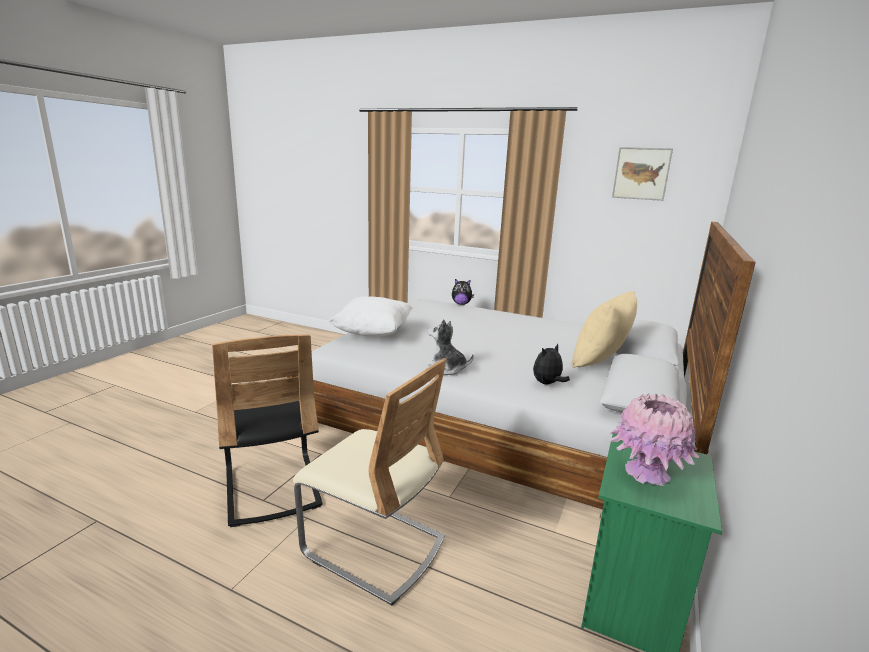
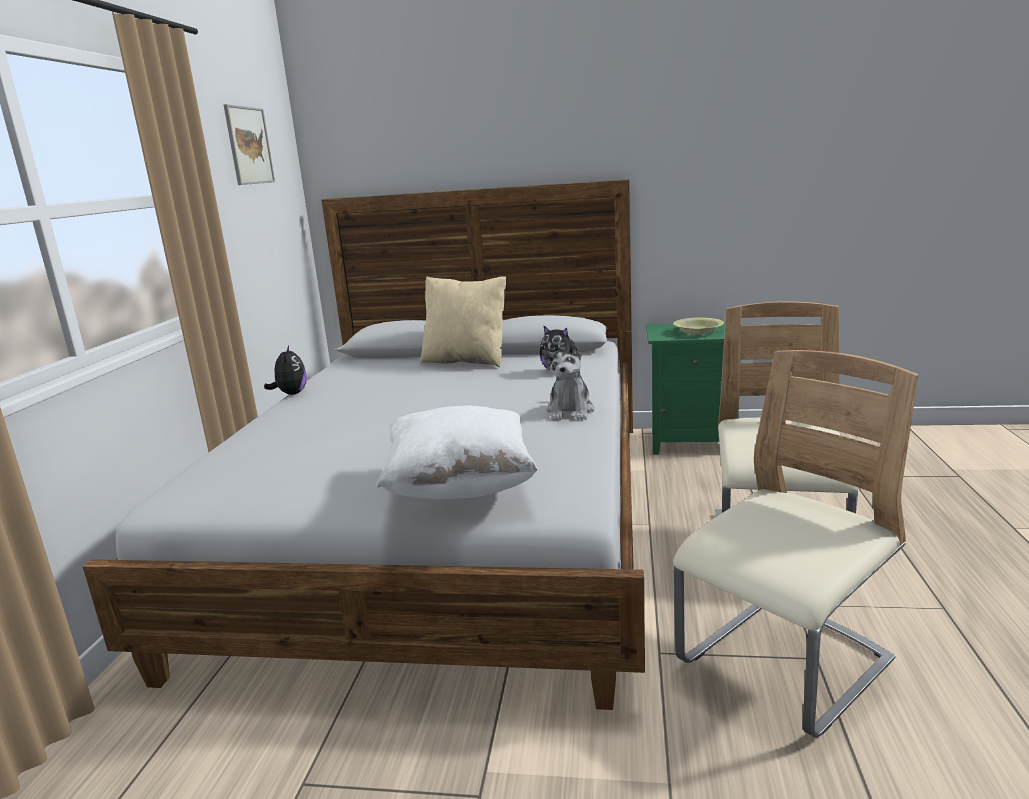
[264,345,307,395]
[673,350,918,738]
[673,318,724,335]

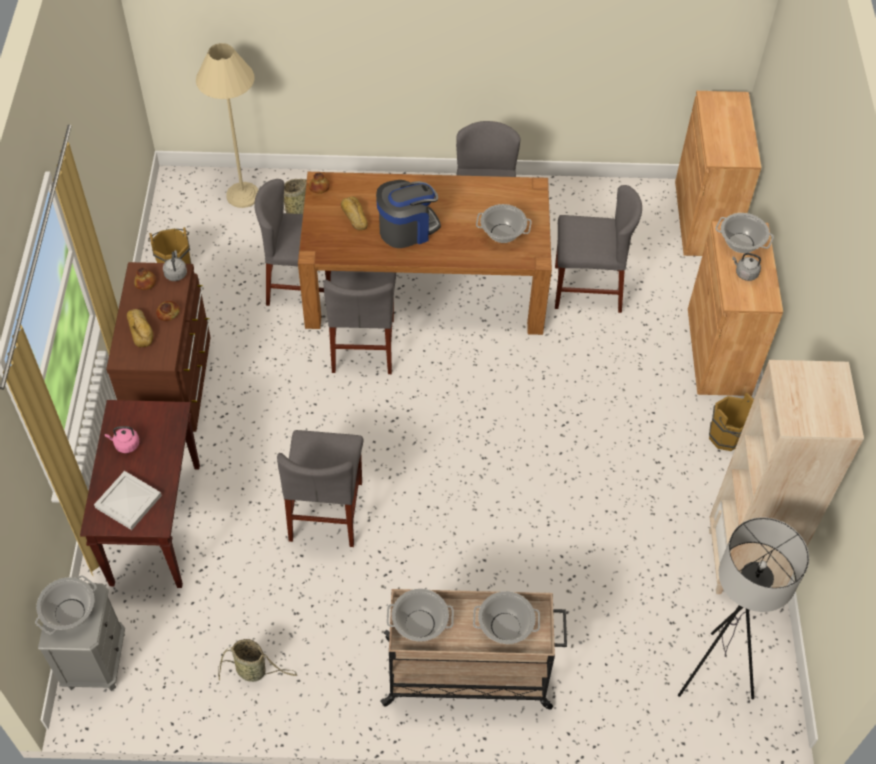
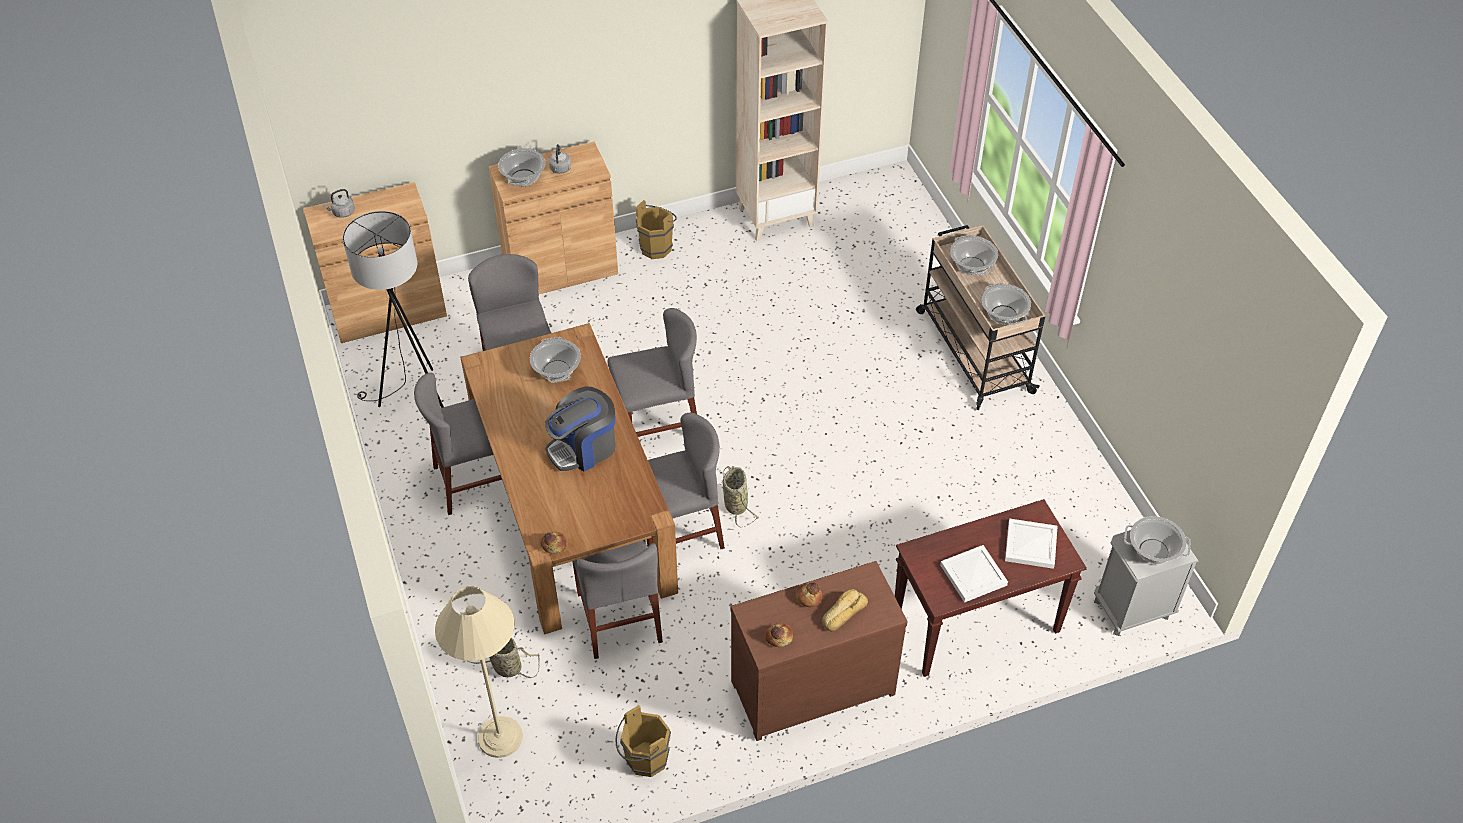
[545,387,616,471]
[341,196,368,230] (first image)
[323,189,355,218]
[940,545,1008,603]
[608,308,697,437]
[343,211,444,408]
[722,466,759,528]

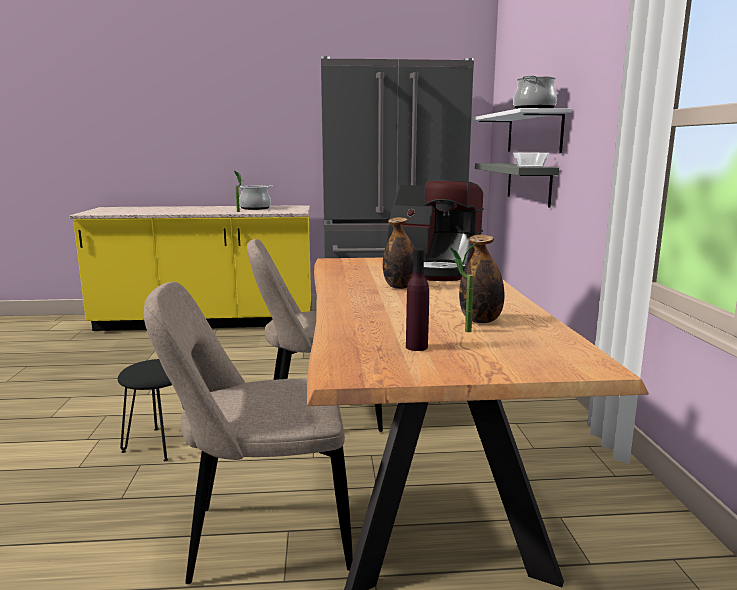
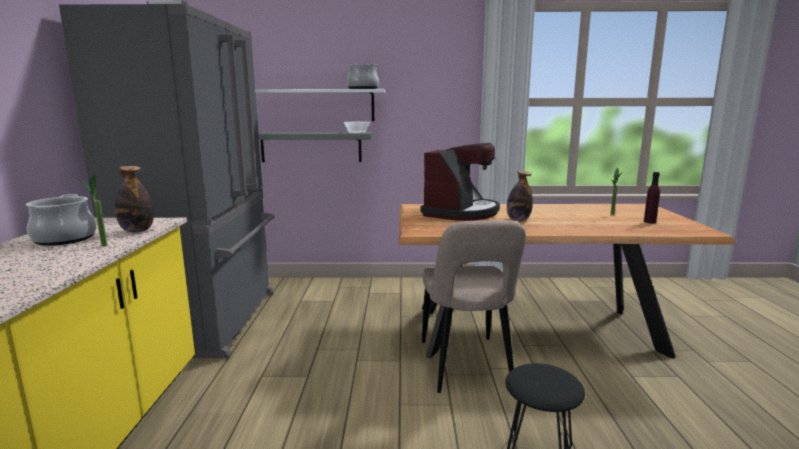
[115,166,154,233]
[144,282,353,584] (first image)

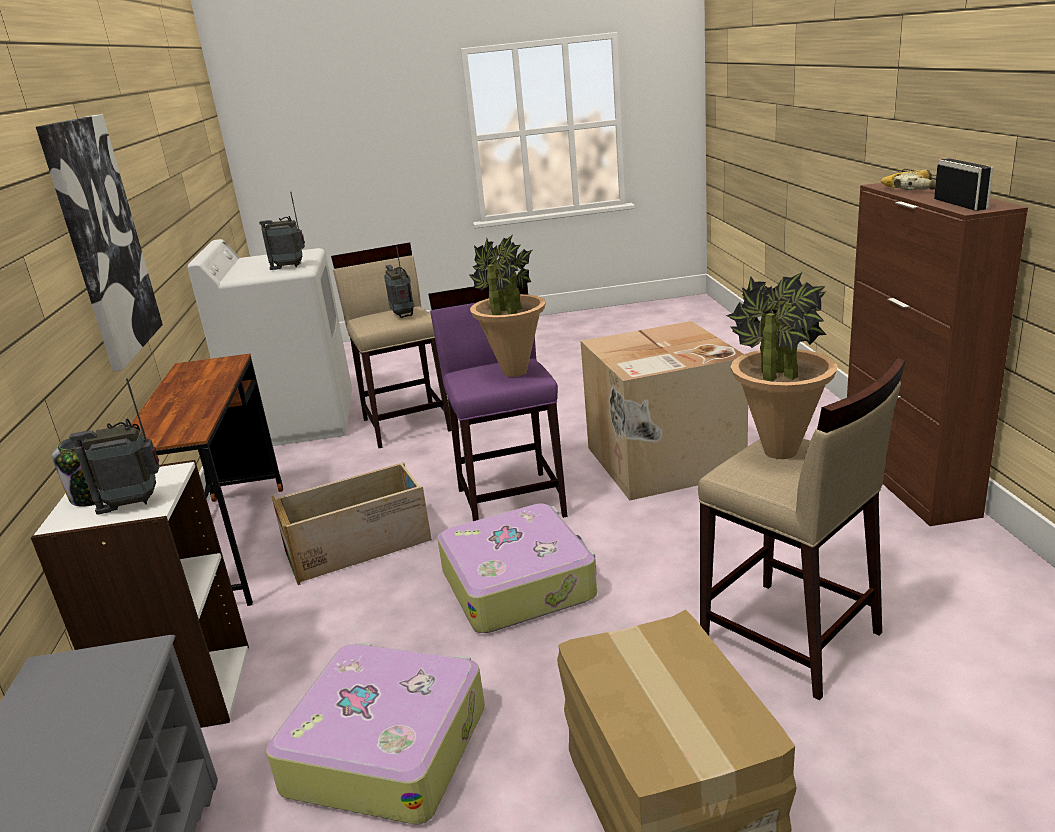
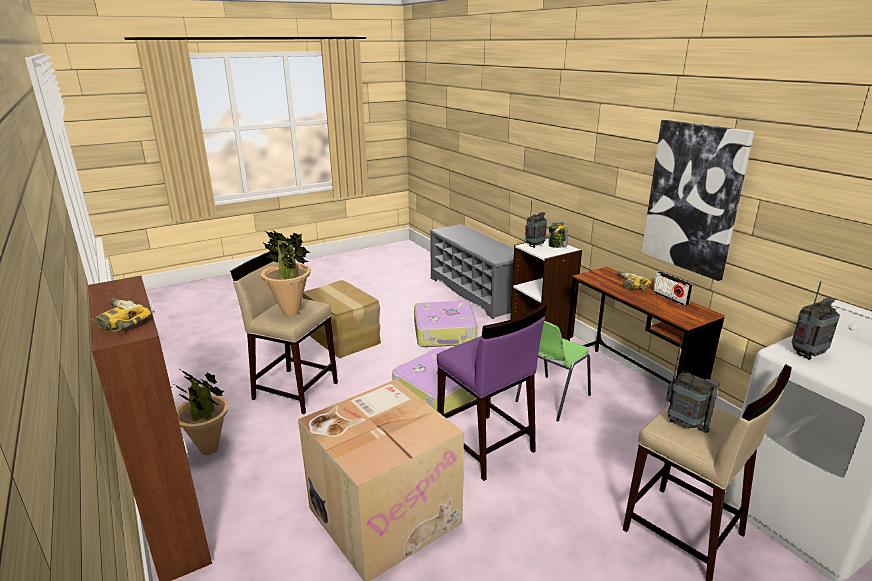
[653,271,693,306]
[172,370,229,455]
[515,321,591,421]
[614,271,652,291]

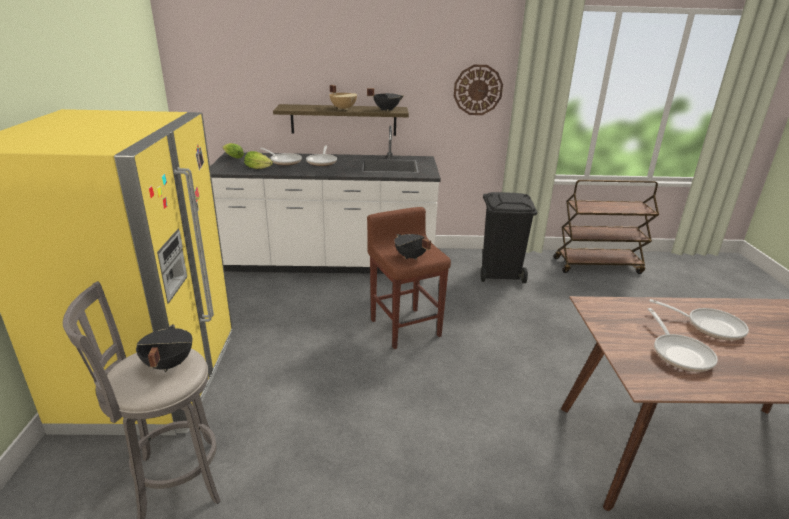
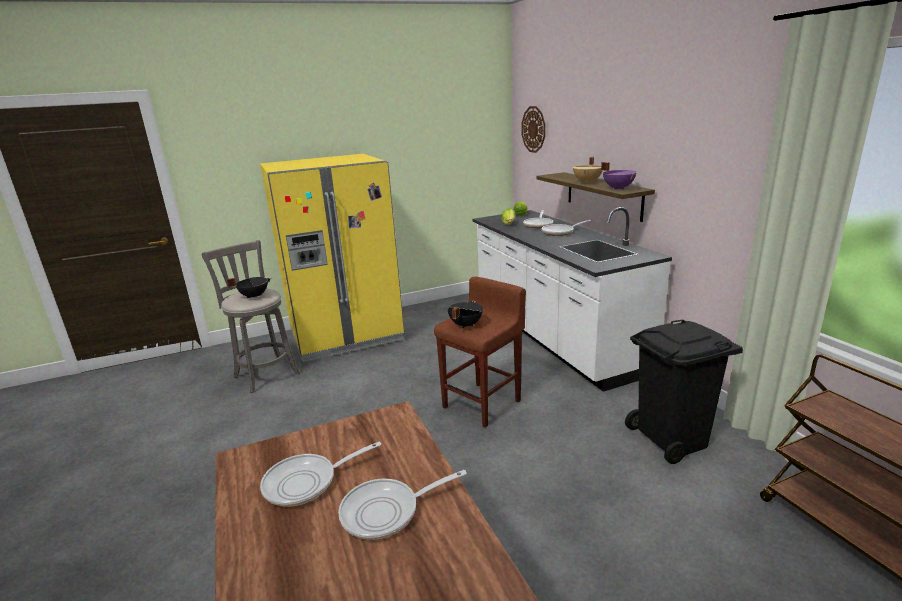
[522,106,545,153]
[601,162,637,190]
[338,470,467,540]

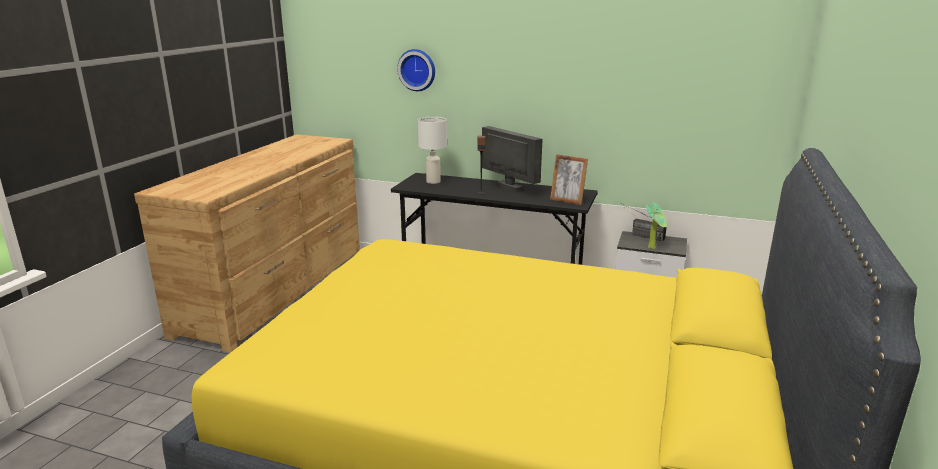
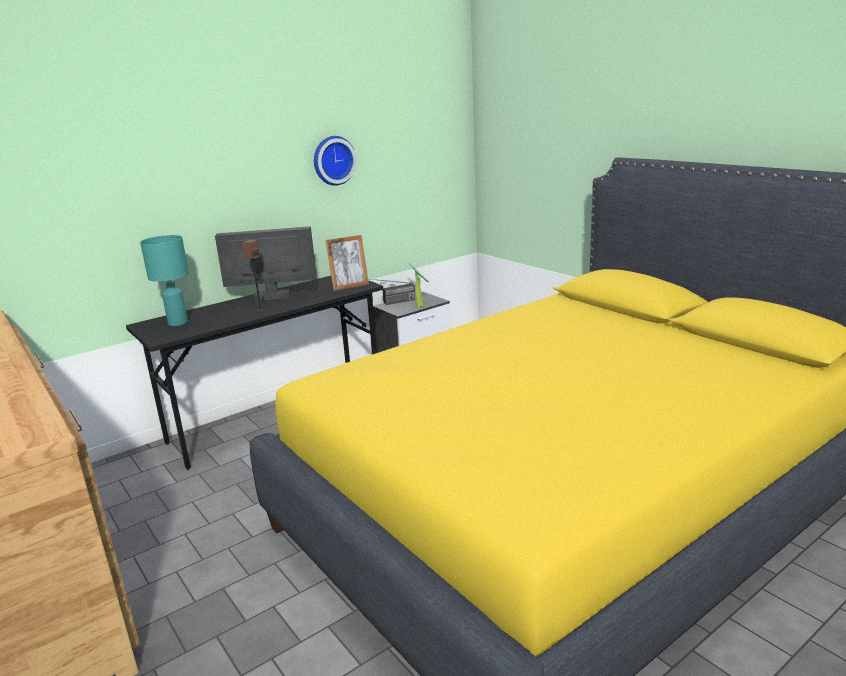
[314,136,357,186]
[140,235,189,326]

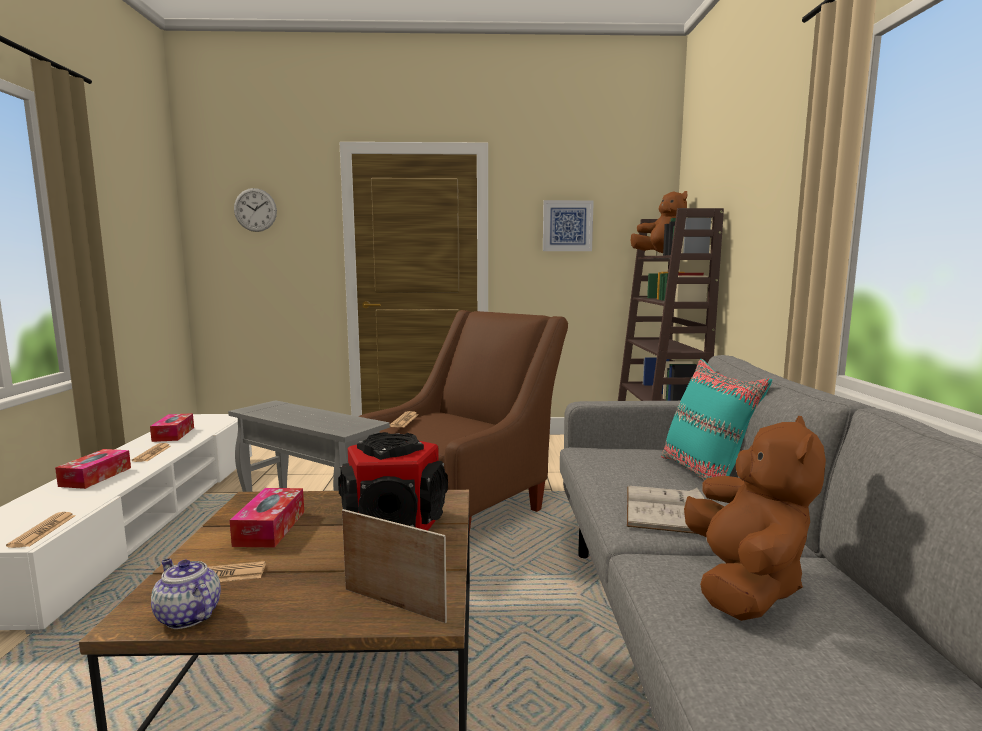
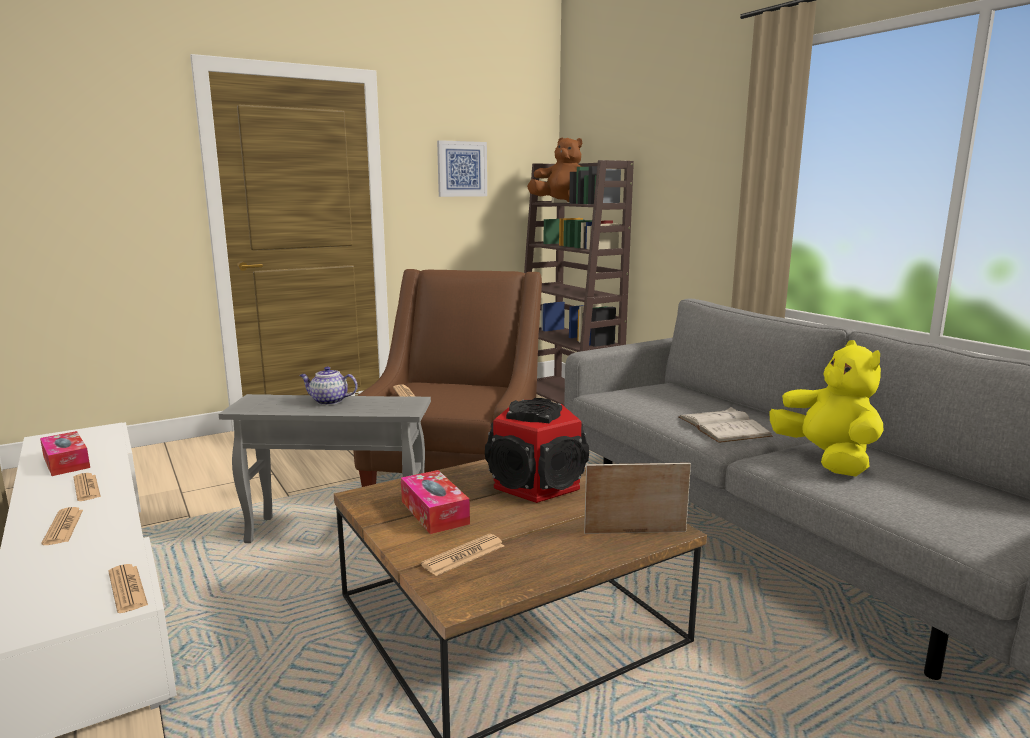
[234,188,277,232] (first image)
[661,359,772,481] (first image)
[770,340,884,477]
[41,507,83,545]
[299,366,358,405]

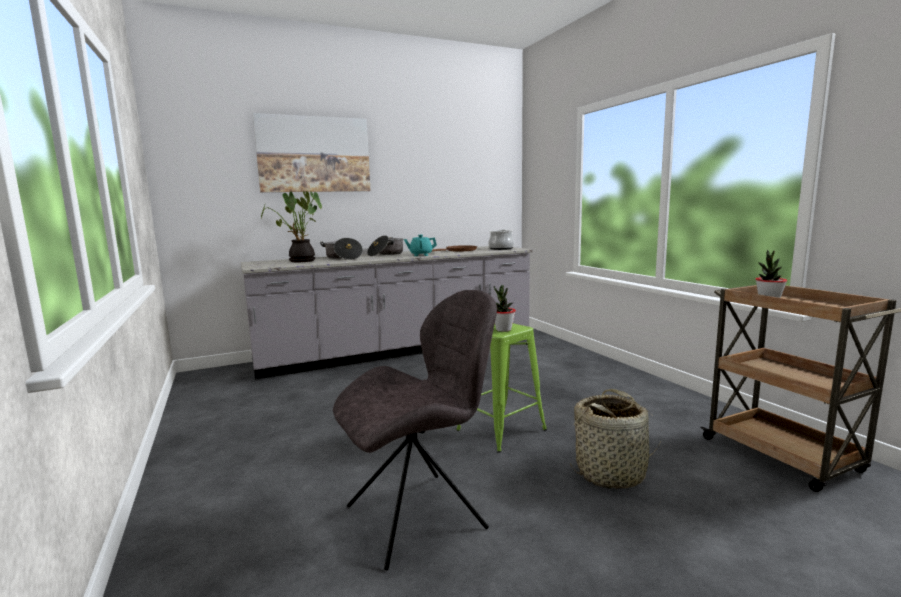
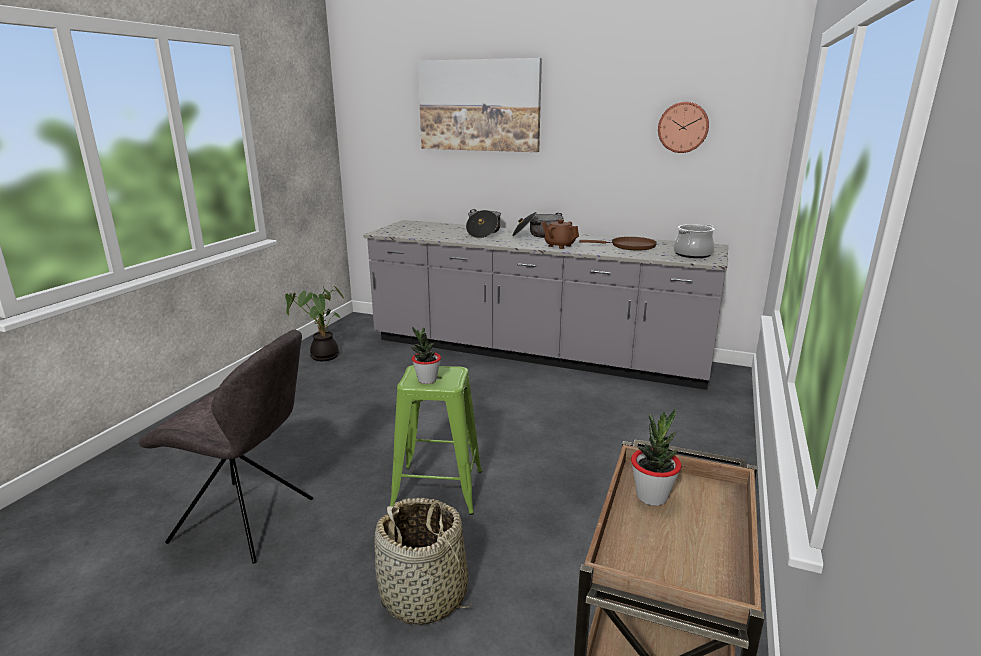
[285,286,344,361]
[542,219,579,249]
[658,102,709,153]

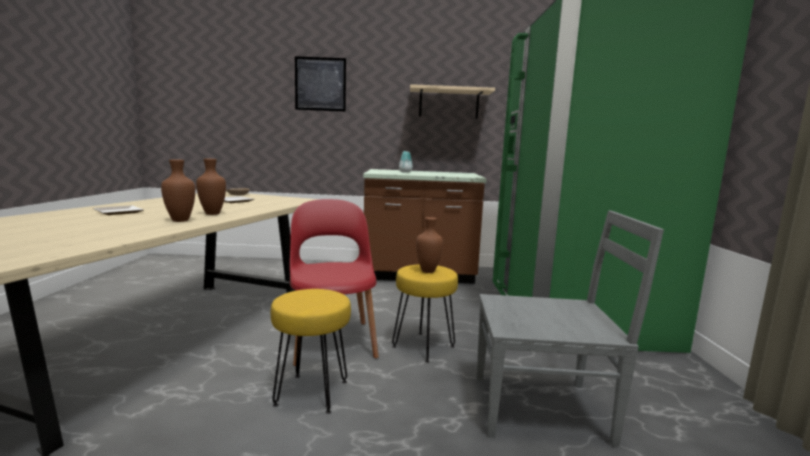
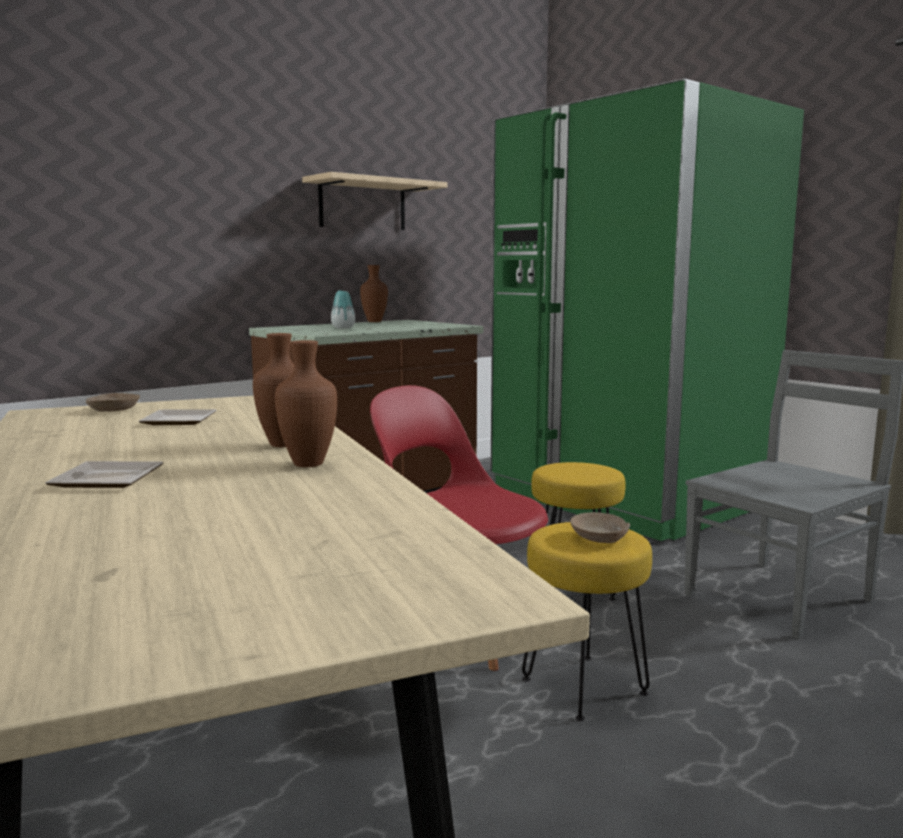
[295,56,346,112] (first image)
[360,265,388,322]
[570,512,630,543]

